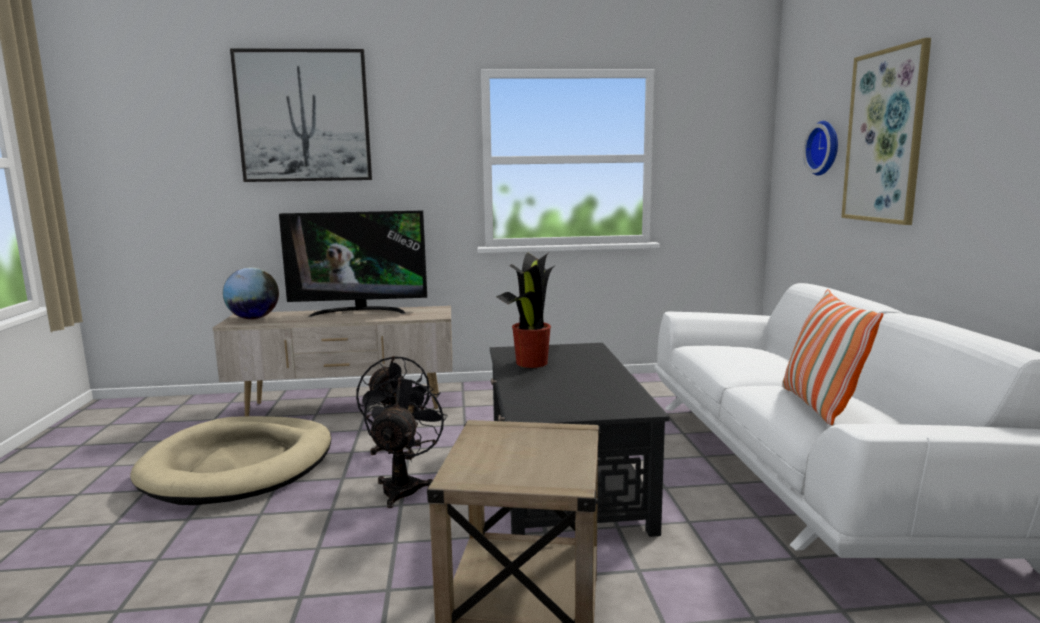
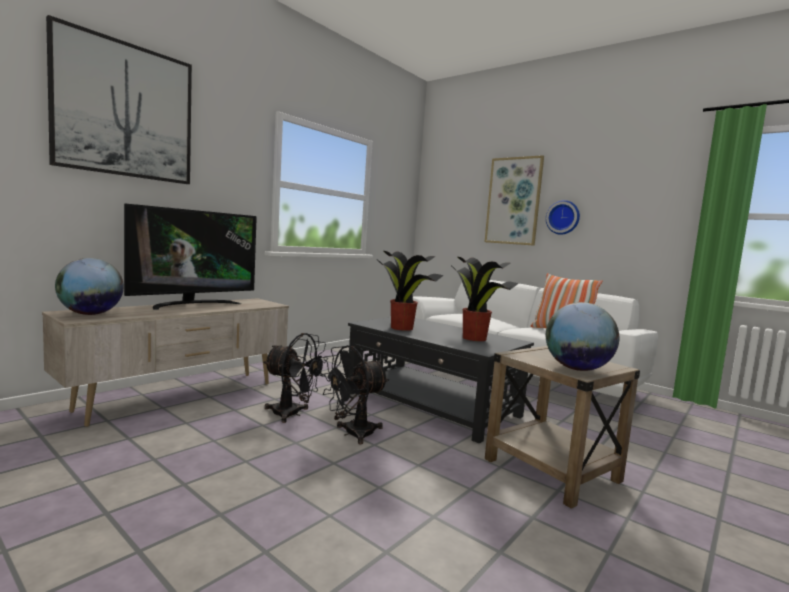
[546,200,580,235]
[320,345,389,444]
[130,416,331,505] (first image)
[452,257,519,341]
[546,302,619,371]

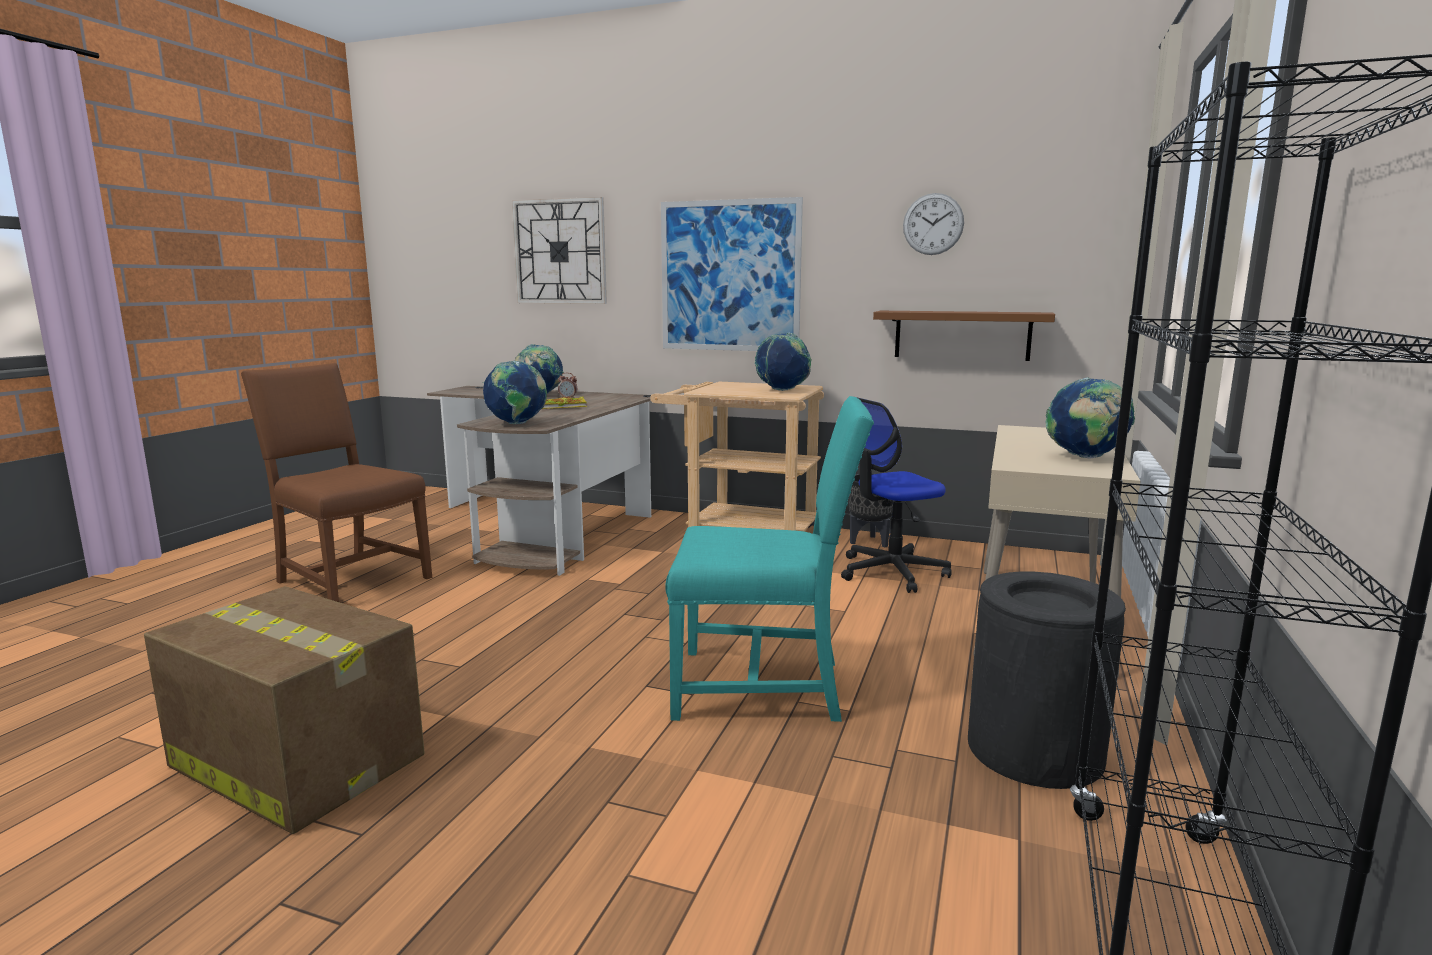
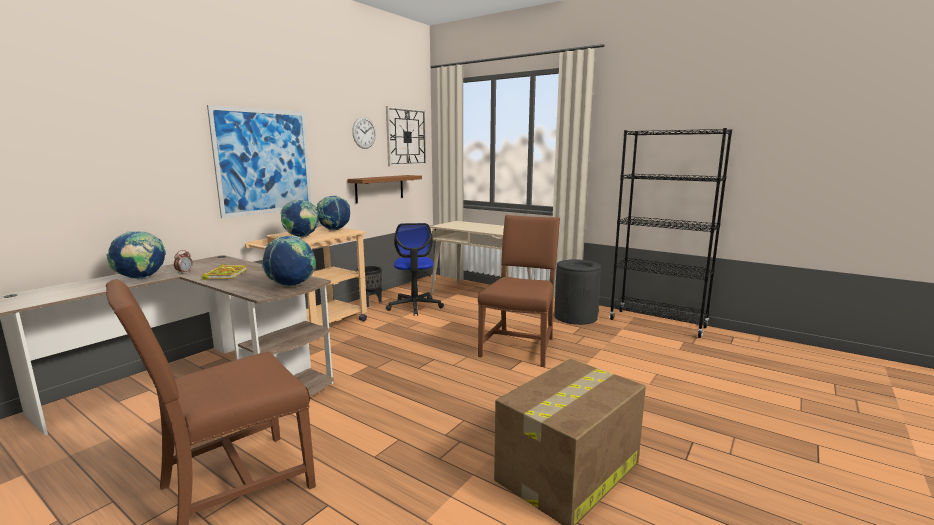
[386,106,427,166]
[280,200,319,237]
[478,215,560,367]

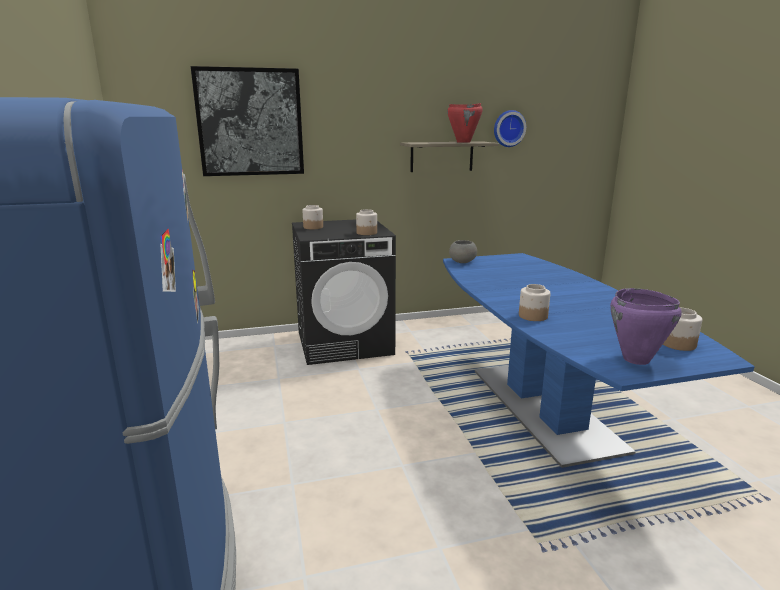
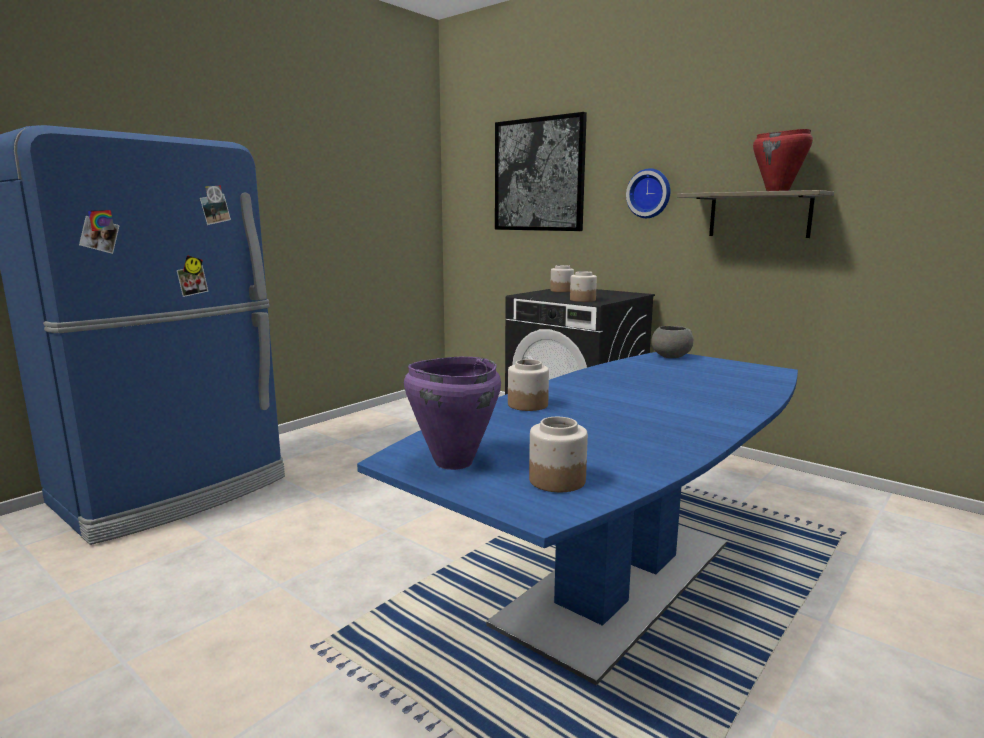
[626,168,670,218]

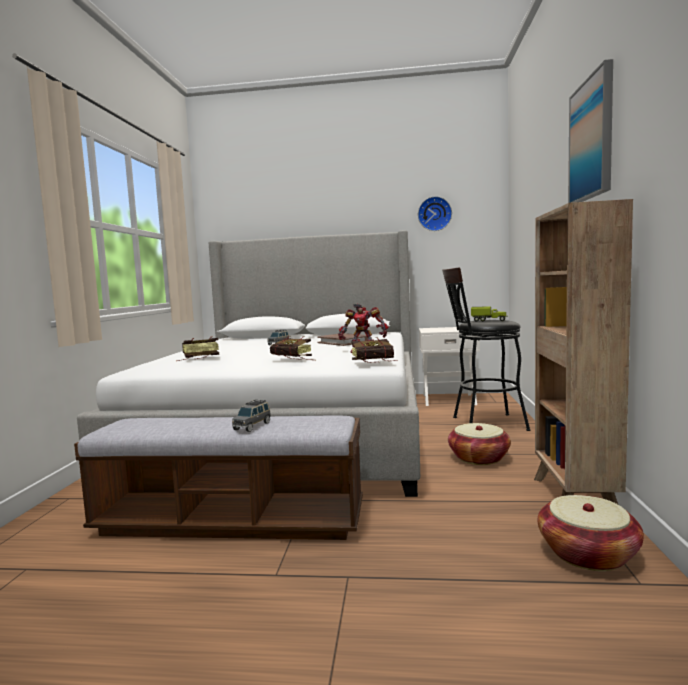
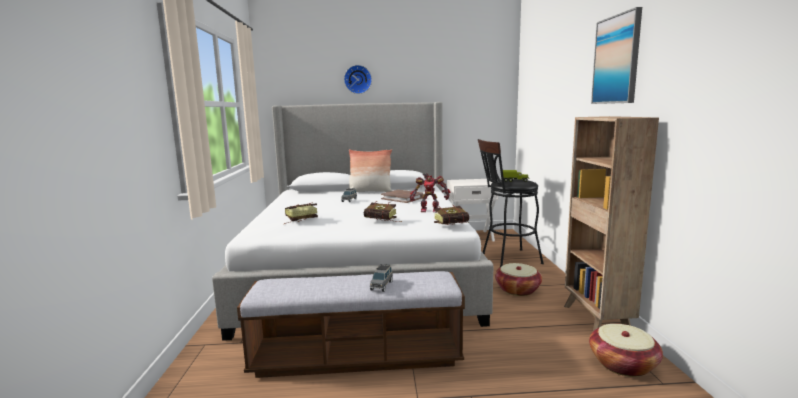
[344,65,372,94]
[349,149,392,192]

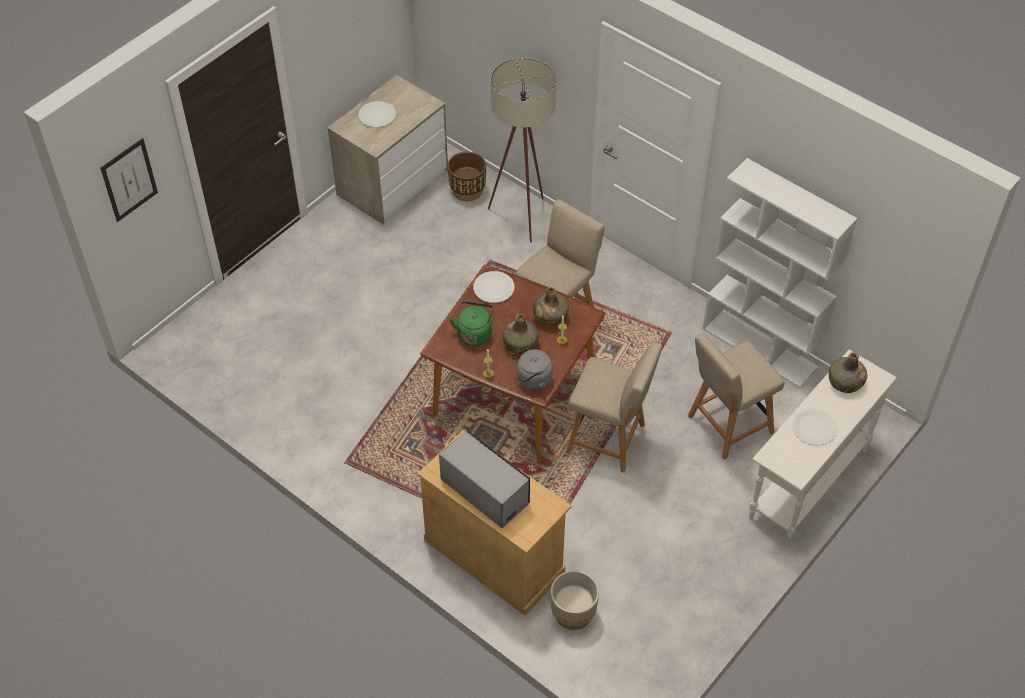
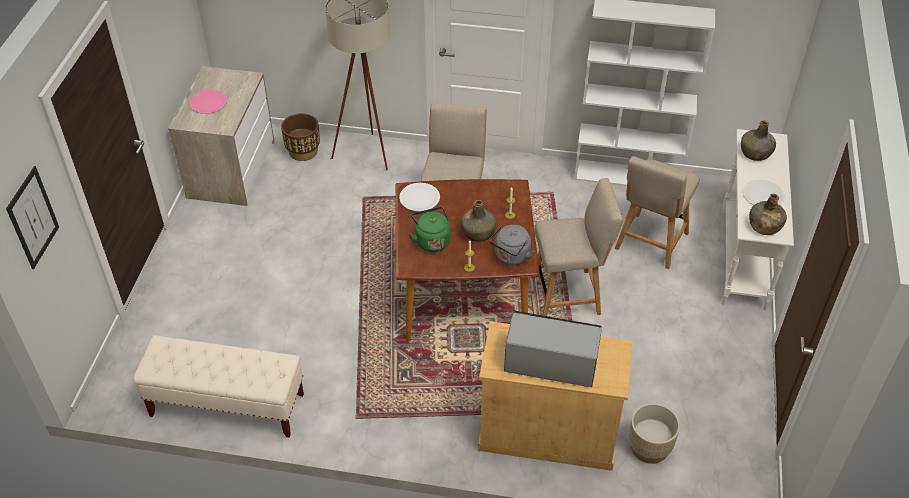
[190,90,227,114]
[749,194,787,235]
[134,335,304,438]

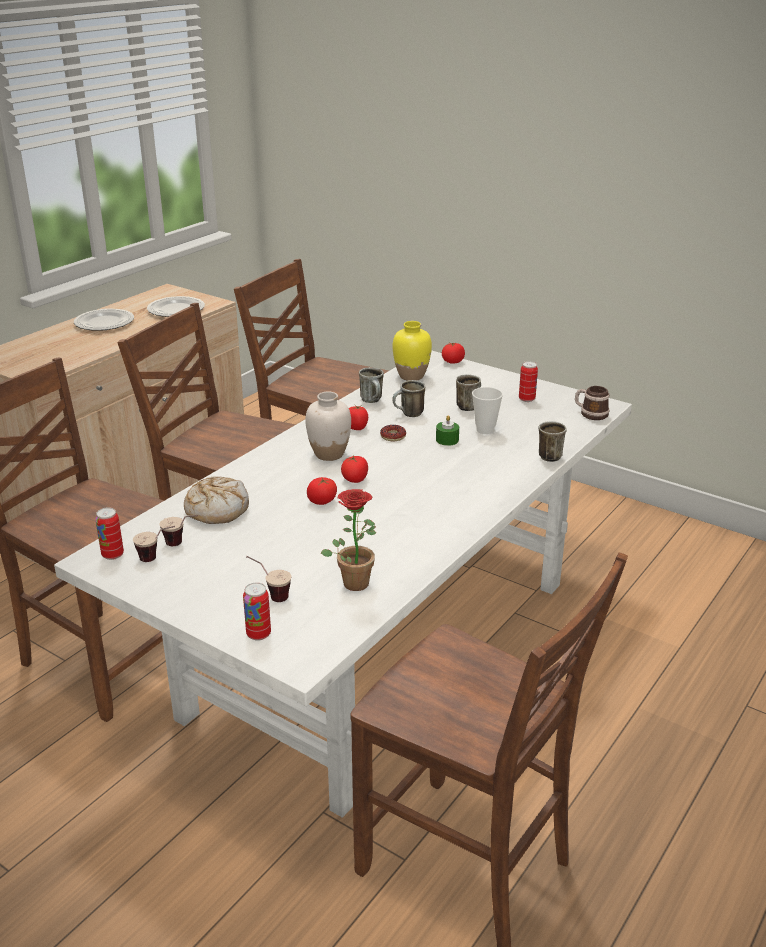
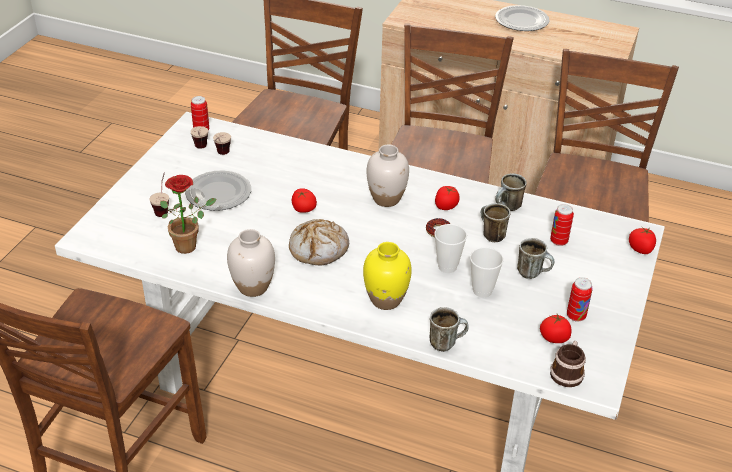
[185,170,251,211]
[363,242,412,310]
[434,224,467,273]
[540,314,571,343]
[289,219,349,266]
[550,204,574,246]
[227,229,275,297]

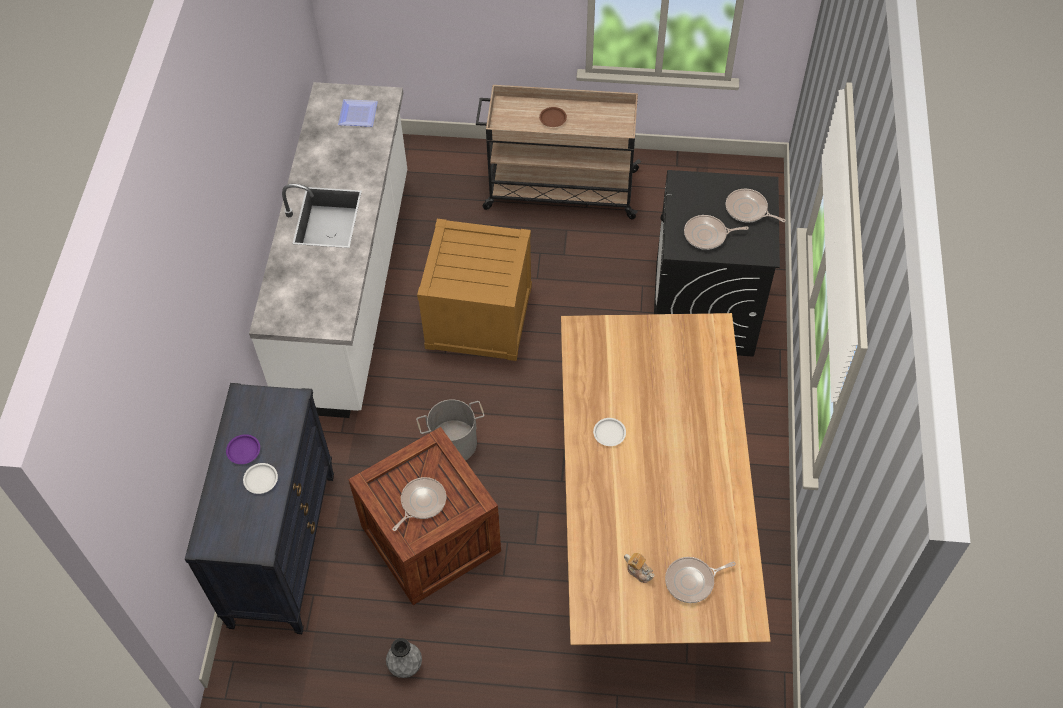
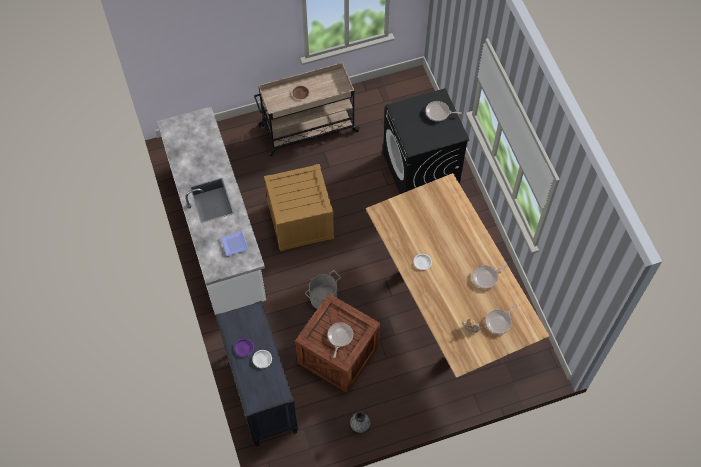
[220,231,248,256]
[472,265,508,289]

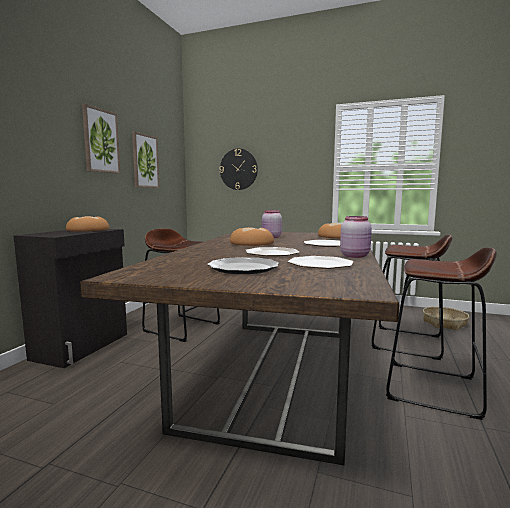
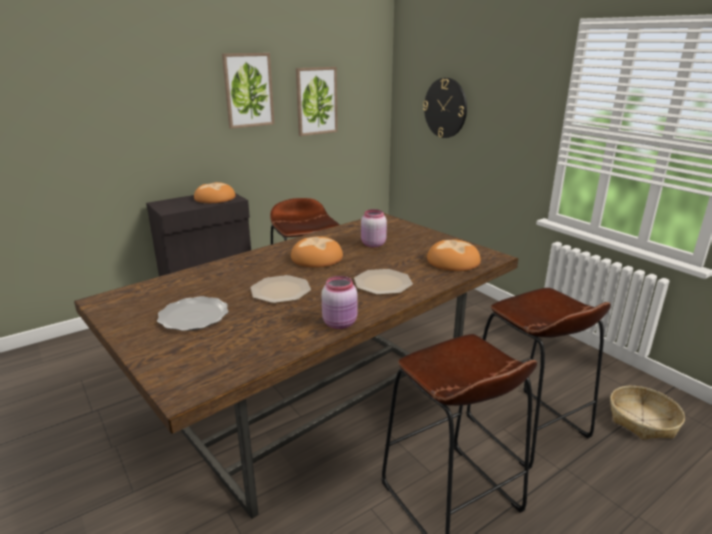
[287,256,353,269] (first image)

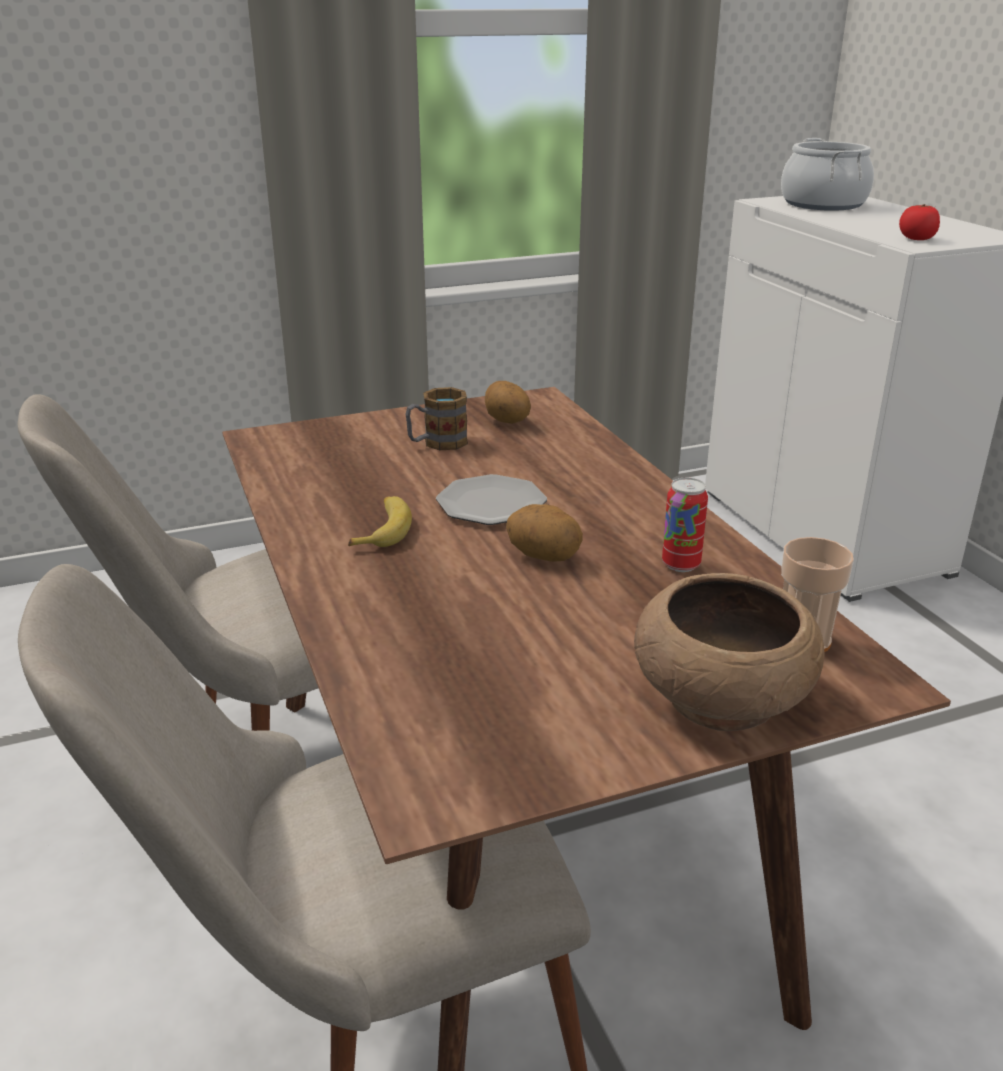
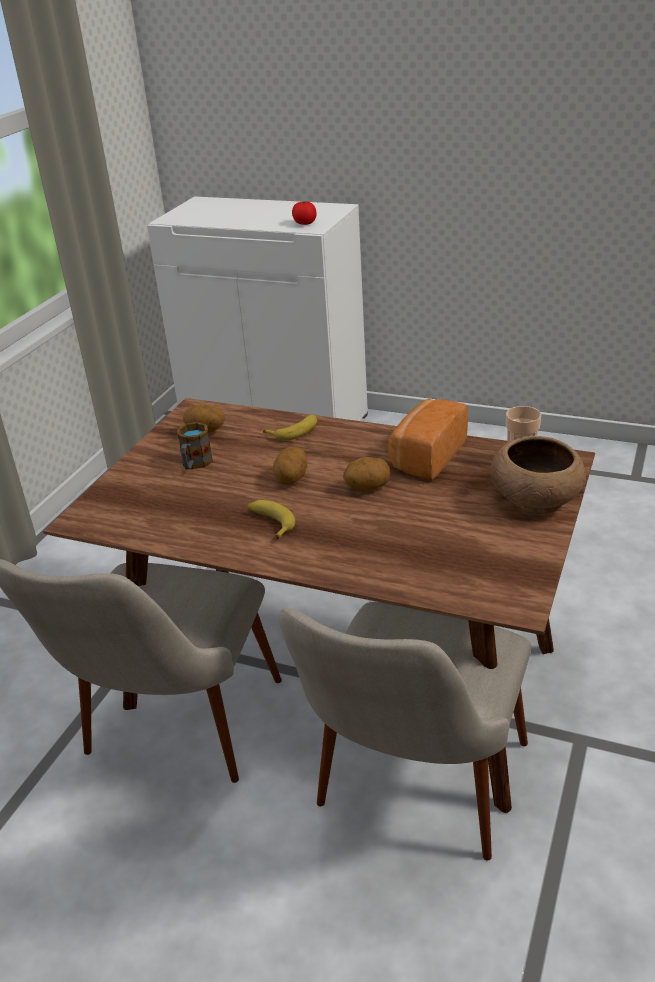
[781,138,874,211] (first image)
[273,447,307,485]
[388,399,468,480]
[263,414,317,440]

